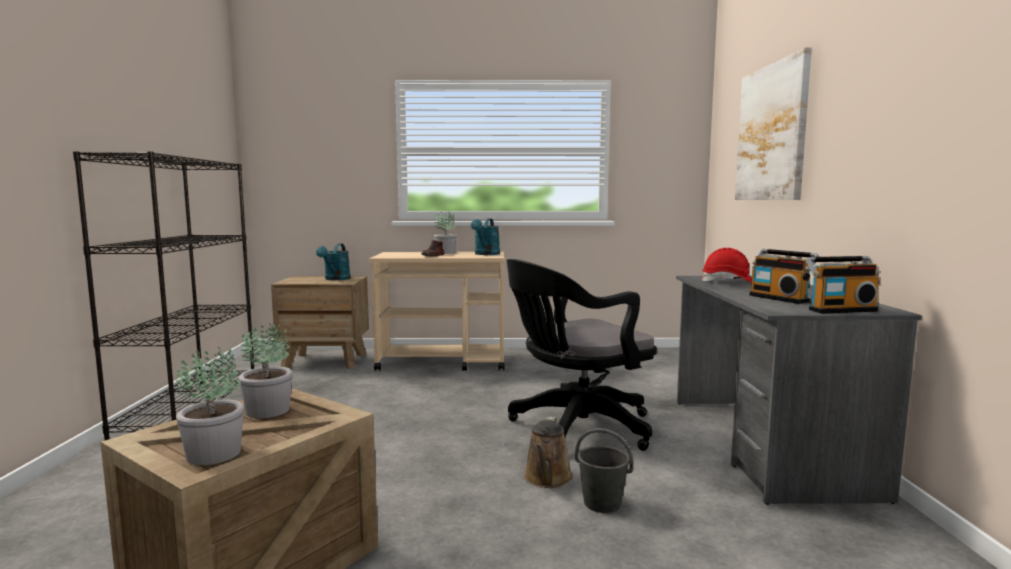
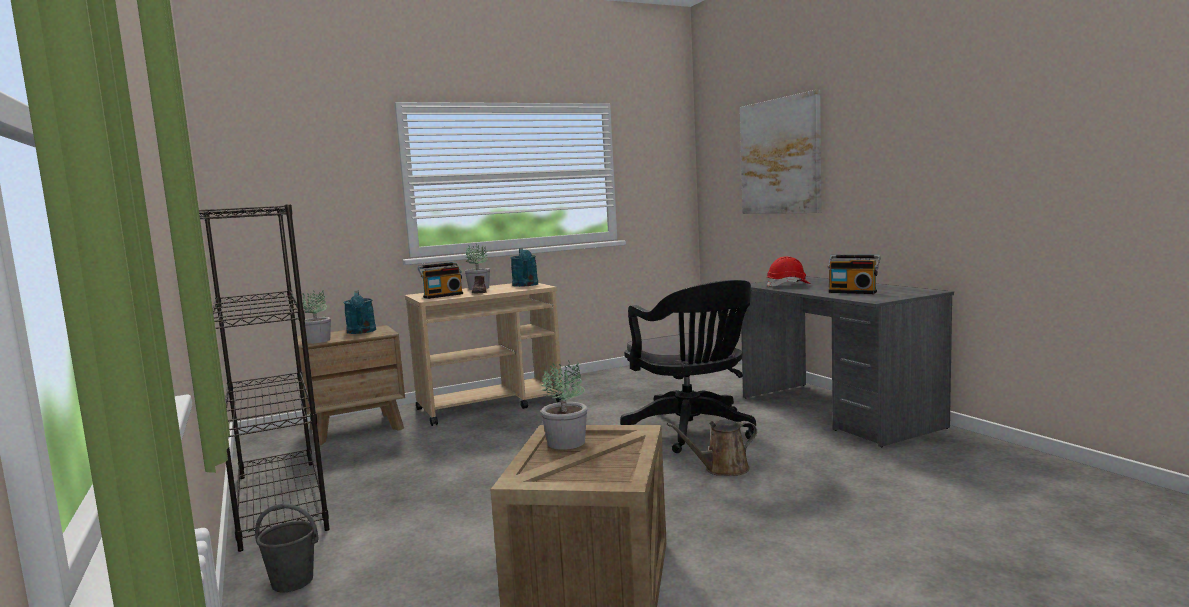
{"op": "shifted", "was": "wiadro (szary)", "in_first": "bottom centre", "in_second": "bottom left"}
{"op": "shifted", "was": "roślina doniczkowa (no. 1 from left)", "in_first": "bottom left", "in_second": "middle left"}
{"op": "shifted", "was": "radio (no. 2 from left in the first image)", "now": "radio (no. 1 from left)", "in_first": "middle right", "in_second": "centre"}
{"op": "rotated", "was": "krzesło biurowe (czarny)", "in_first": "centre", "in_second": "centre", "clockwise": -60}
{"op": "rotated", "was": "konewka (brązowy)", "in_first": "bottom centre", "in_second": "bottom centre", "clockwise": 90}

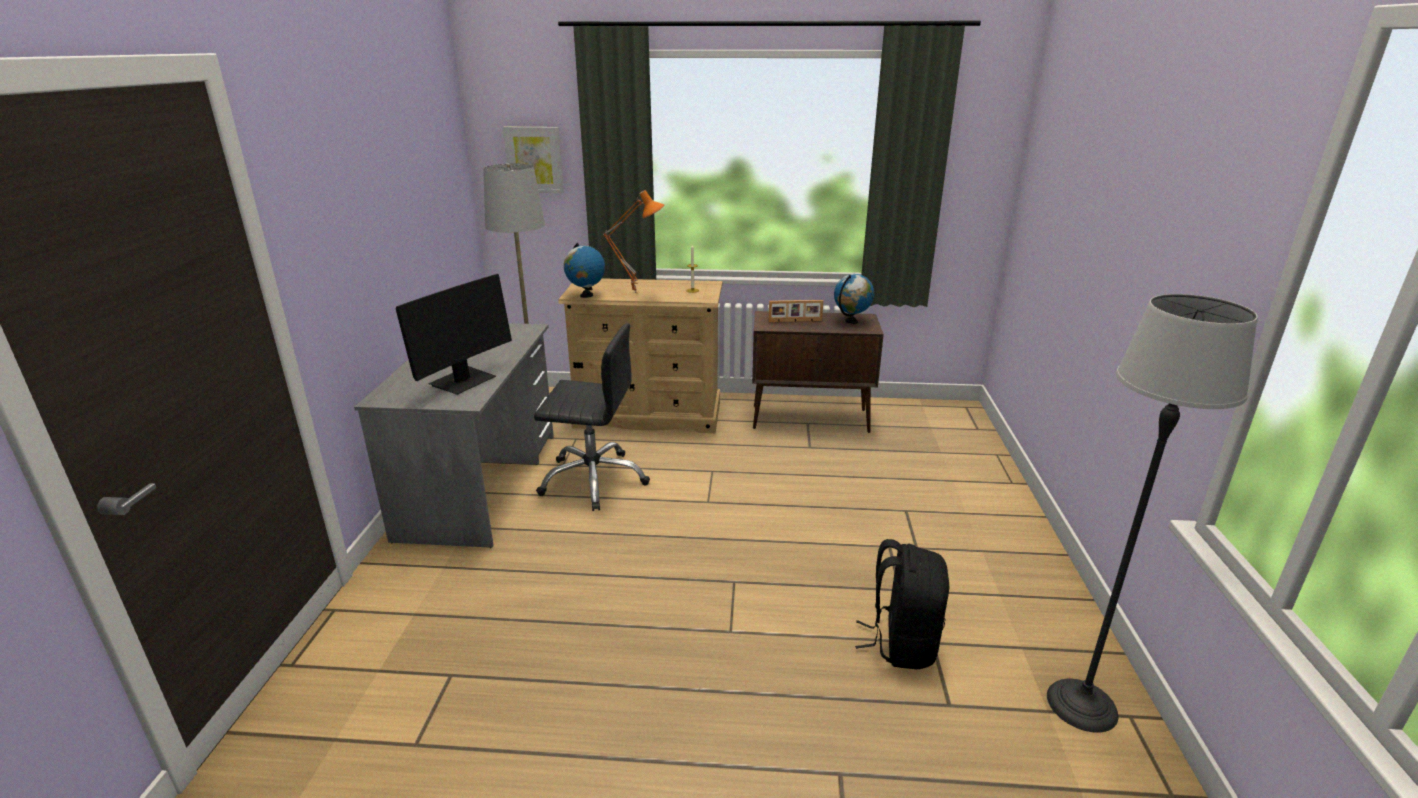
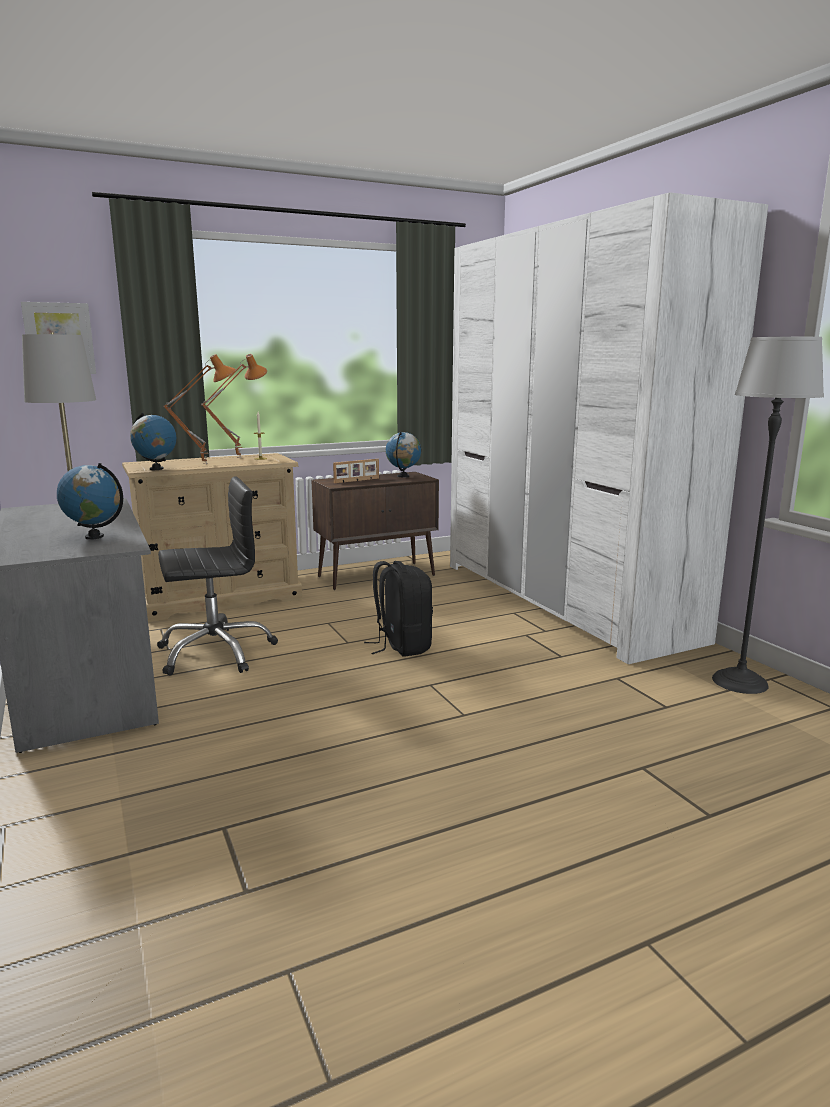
{"op": "swapped", "was": "monitor", "now": "globus (no. 1 from left)", "in_first": "middle left", "in_second": "middle left"}
{"op": "new", "now": "lampa stołowa (pomarańczowy) (no. 2 from left)", "in_second": "middle left"}
{"op": "shifted", "was": "plecak (czarny)", "in_first": "bottom centre", "in_second": "centre"}
{"op": "new", "now": "szafa (biały)", "in_second": "middle right"}

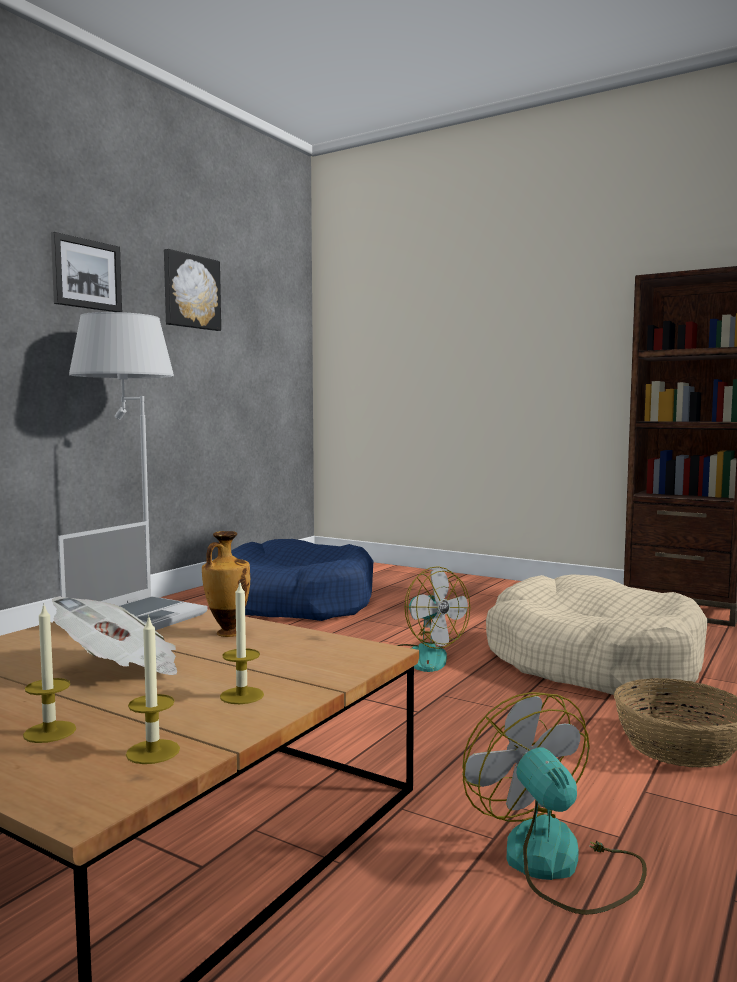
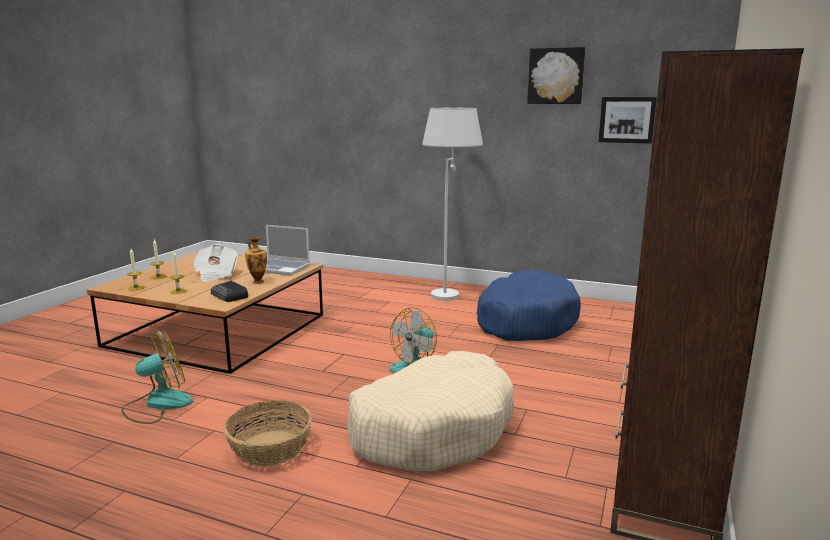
{"op": "new", "now": "radio", "in_second": "middle left"}
{"op": "shifted", "was": "obraz (no. 1 from left in the first image)", "now": "obraz (no. 2 from left)", "in_first": "top left", "in_second": "top right"}

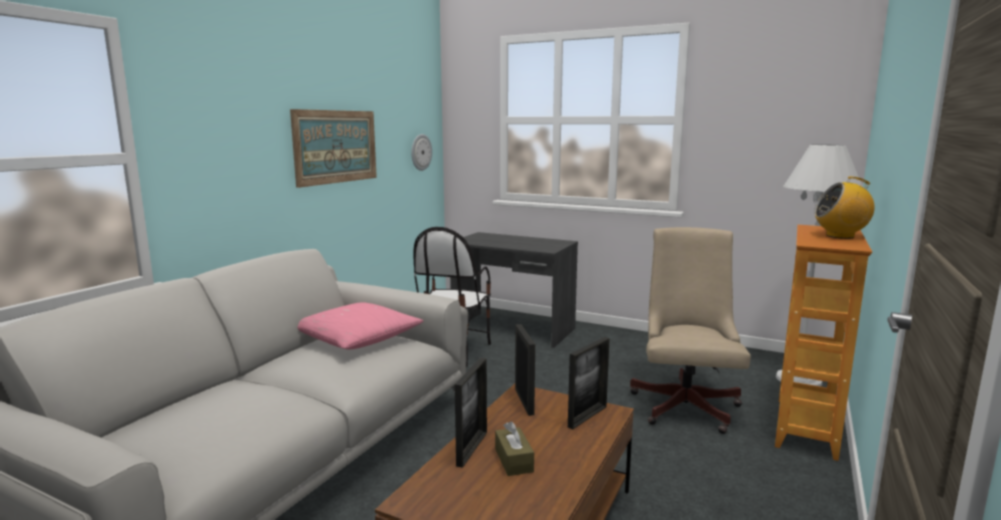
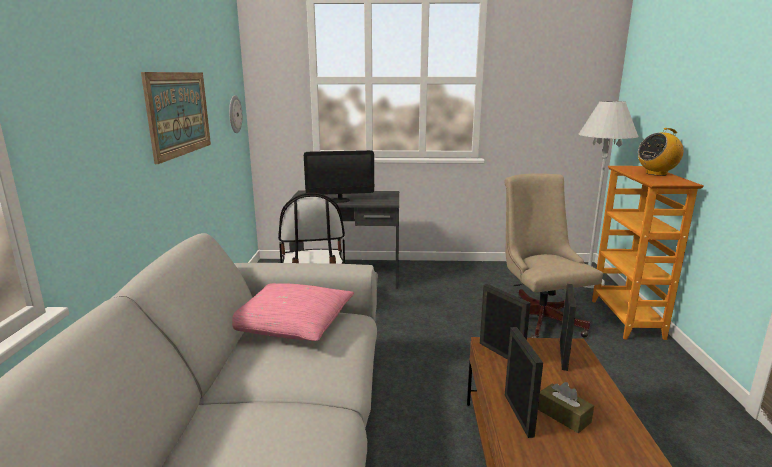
{"op": "new", "now": "monitor", "in_second": "centre"}

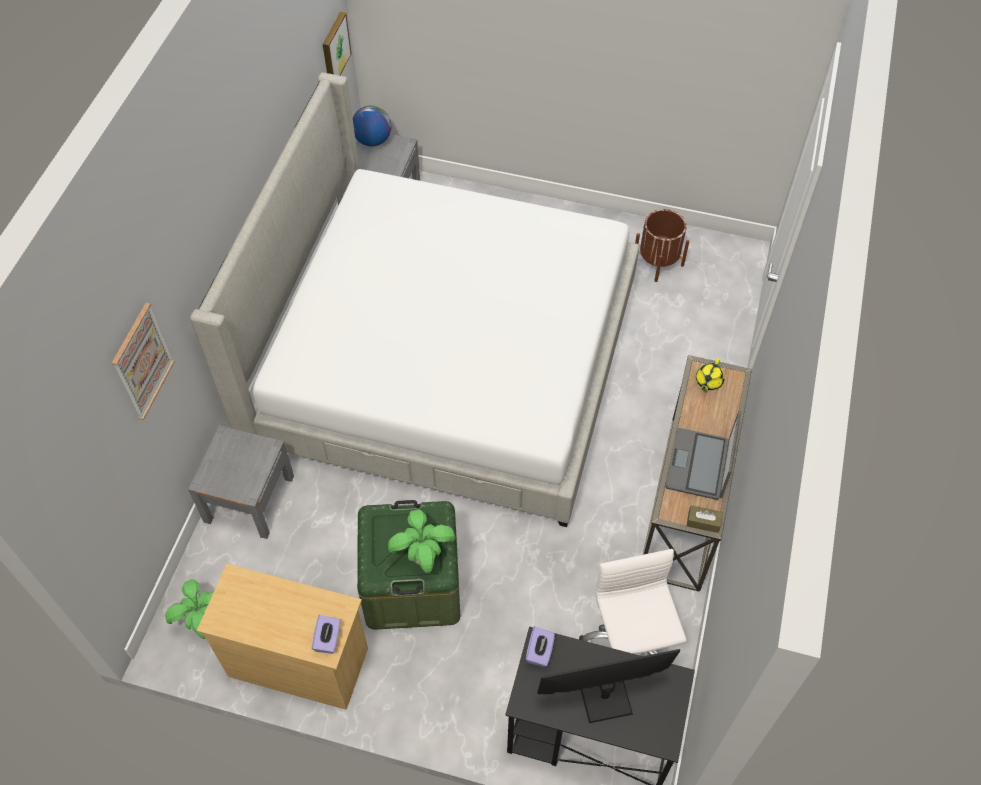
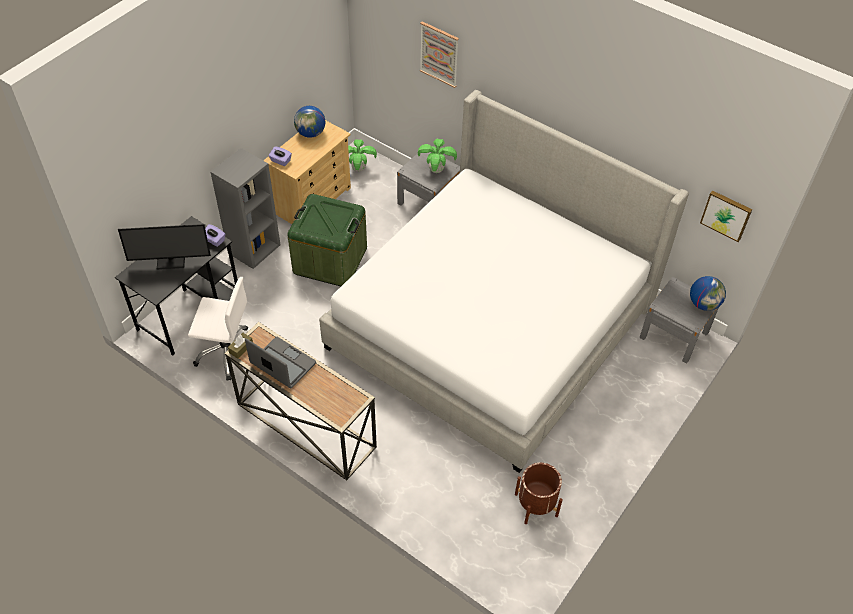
{"op": "rotated", "was": "monitor", "in_first": "bottom centre", "in_second": "middle left", "clockwise": 75}
{"op": "new", "now": "regał (szary)", "in_second": "middle left"}
{"op": "new", "now": "globus (no. 1 from left)", "in_second": "top centre"}
{"op": "shifted", "was": "roślina doniczkowa (no. 2 from left)", "in_first": "bottom centre", "in_second": "top centre"}
{"op": "gone", "was": "imbryk (żółty)", "in_first": "middle right"}

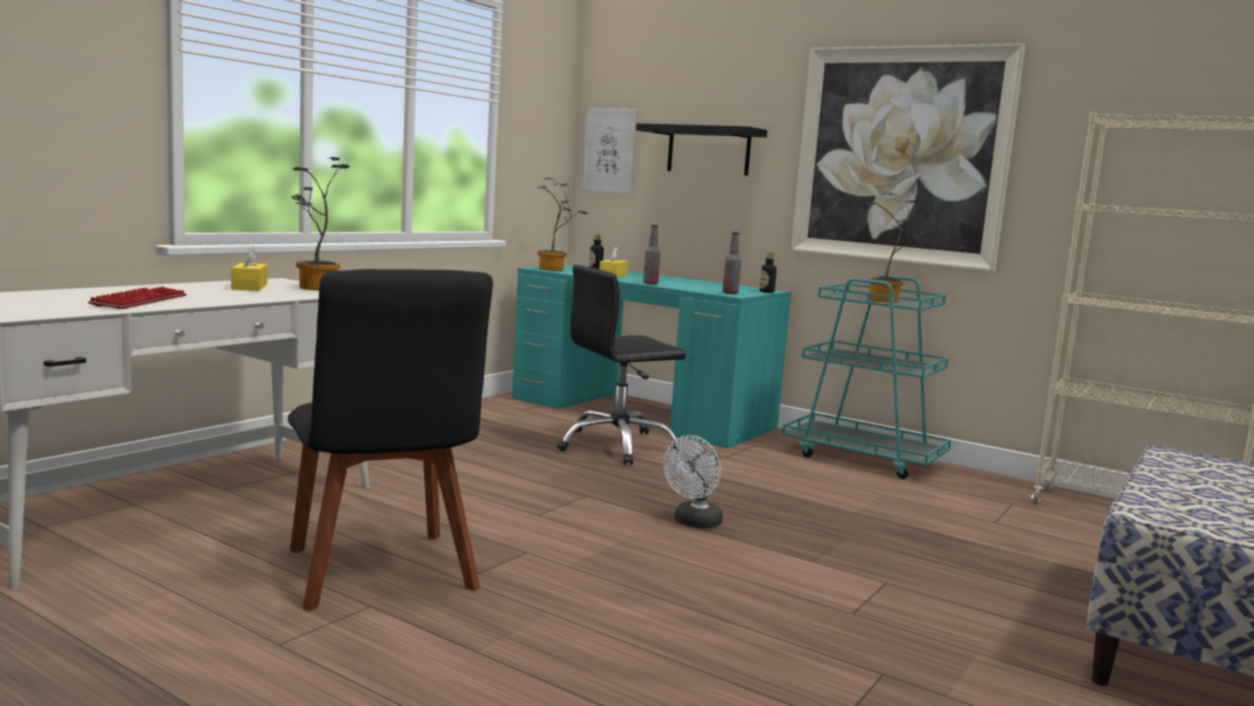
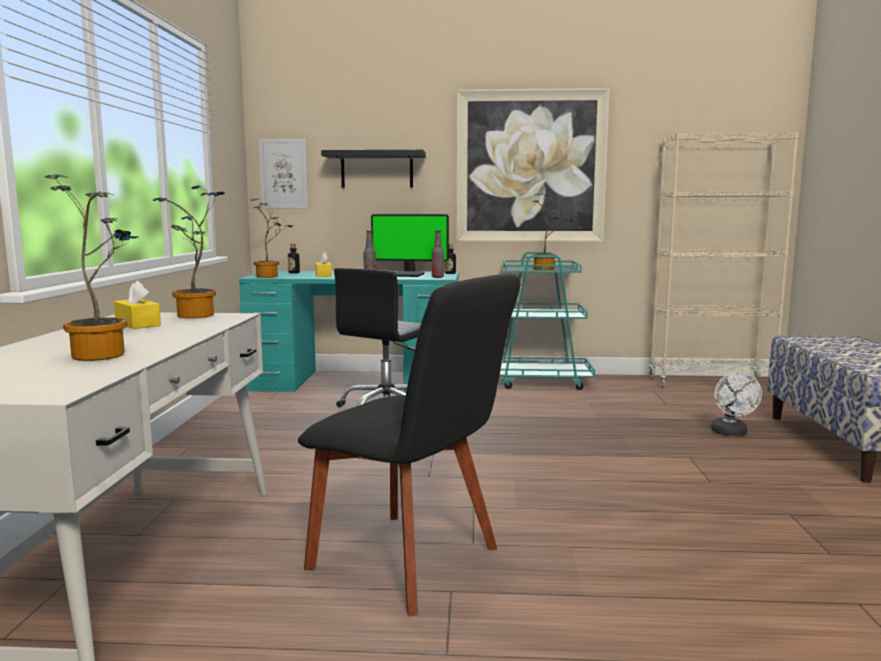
{"op": "swapped", "was": "klawiatura", "now": "roślina doniczkowa (no. 1 from left)", "in_first": "middle left", "in_second": "middle left"}
{"op": "new", "now": "monitor", "in_second": "centre"}
{"op": "shifted", "was": "wentylator (biały)", "in_first": "bottom centre", "in_second": "middle right"}

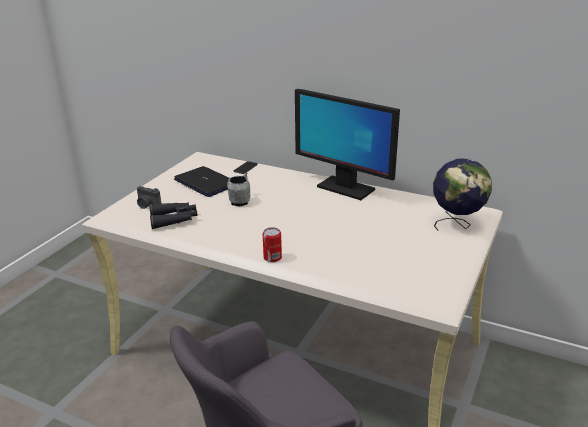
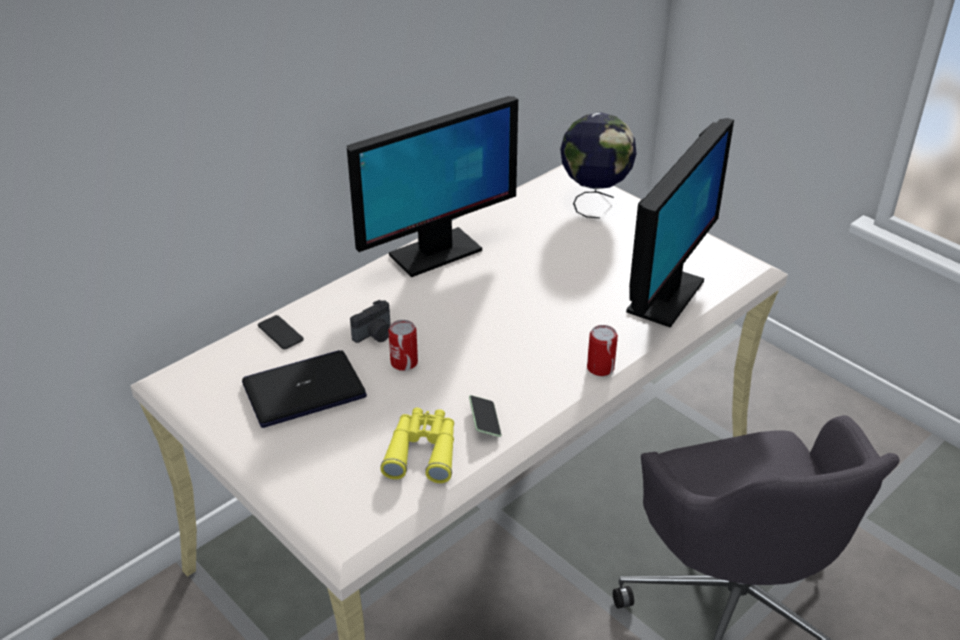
{"op": "shifted", "was": "aparat fotograficzny", "in_first": "middle left", "in_second": "centre"}
{"op": "repainted", "was": "lornetka (czarny)", "now": "lornetka (żółty)", "in_first": "middle left", "in_second": "bottom centre"}
{"op": "swapped", "was": "kubek (szary)", "now": "puszka (no. 1 from left)", "in_first": "centre", "in_second": "centre"}
{"op": "new", "now": "telefon (no. 2 from left)", "in_second": "centre"}
{"op": "new", "now": "monitor (no. 2 from left)", "in_second": "middle right"}

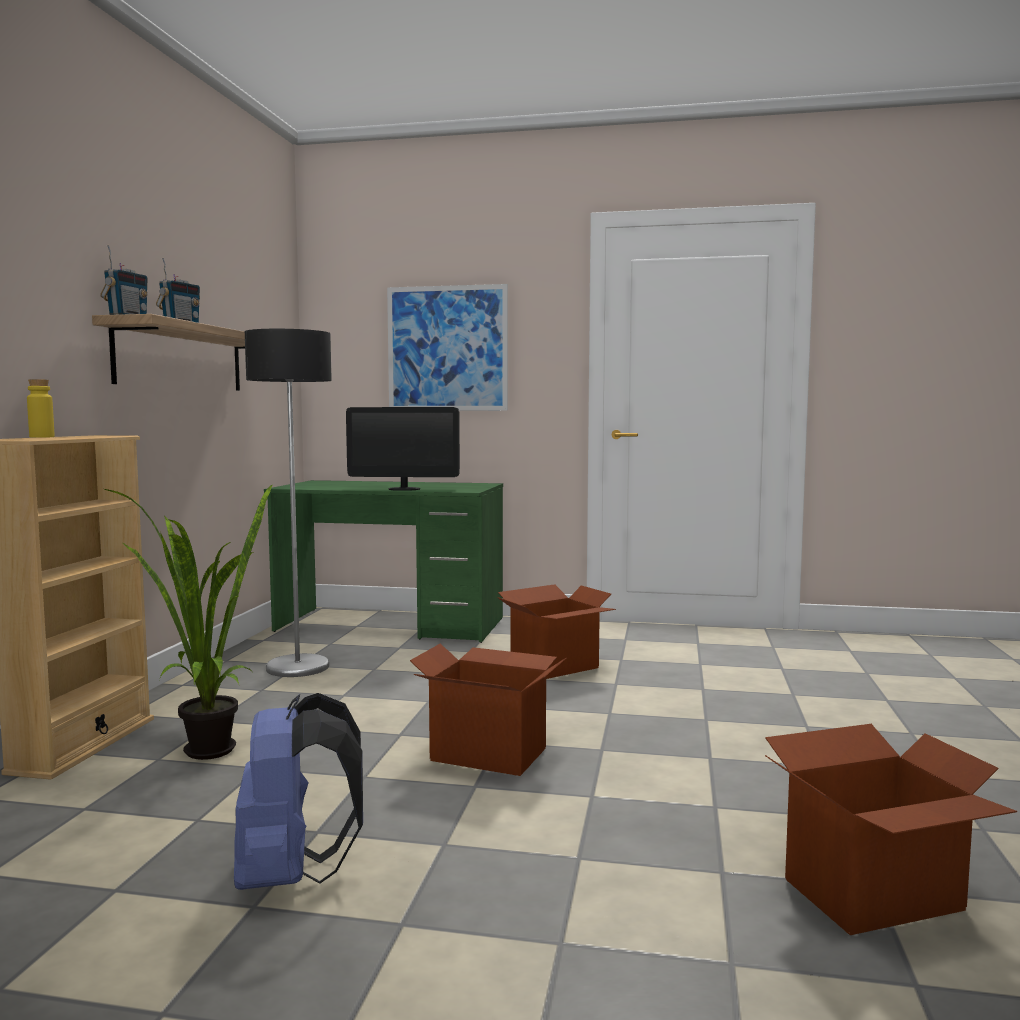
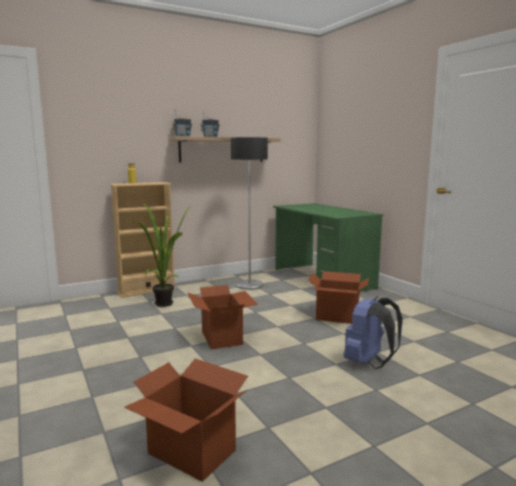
{"op": "shifted", "was": "plecak (niebieski)", "in_first": "bottom left", "in_second": "bottom right"}
{"op": "gone", "was": "monitor", "in_first": "centre"}
{"op": "gone", "was": "obraz", "in_first": "centre"}

